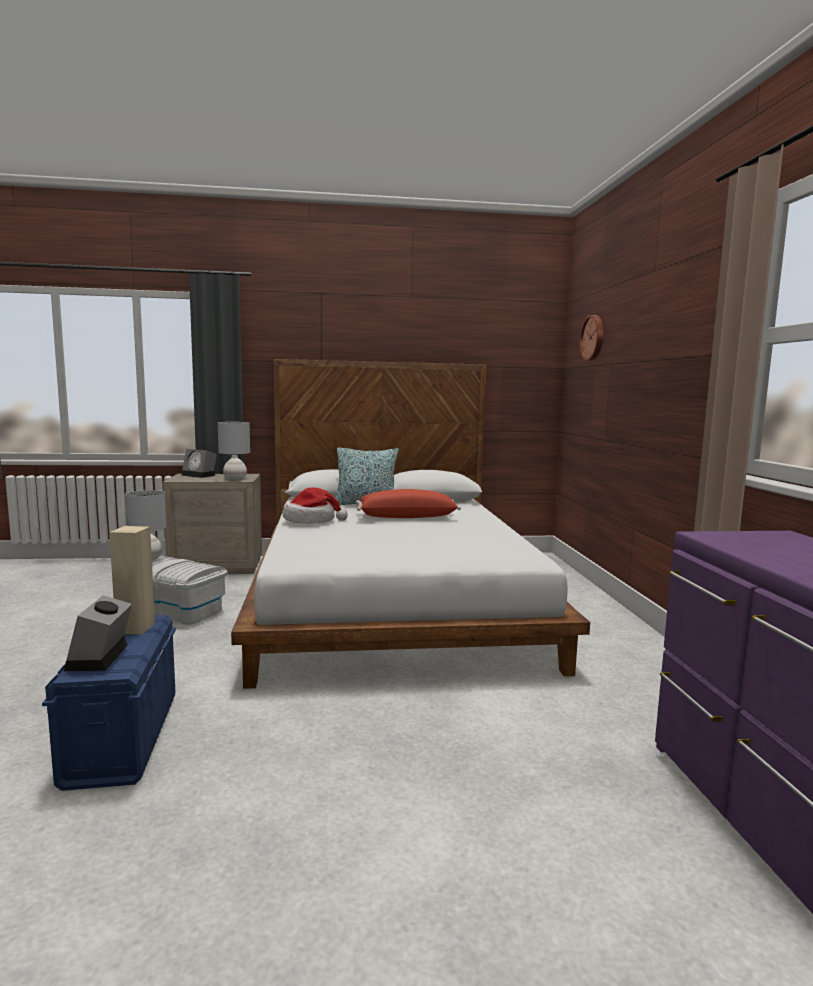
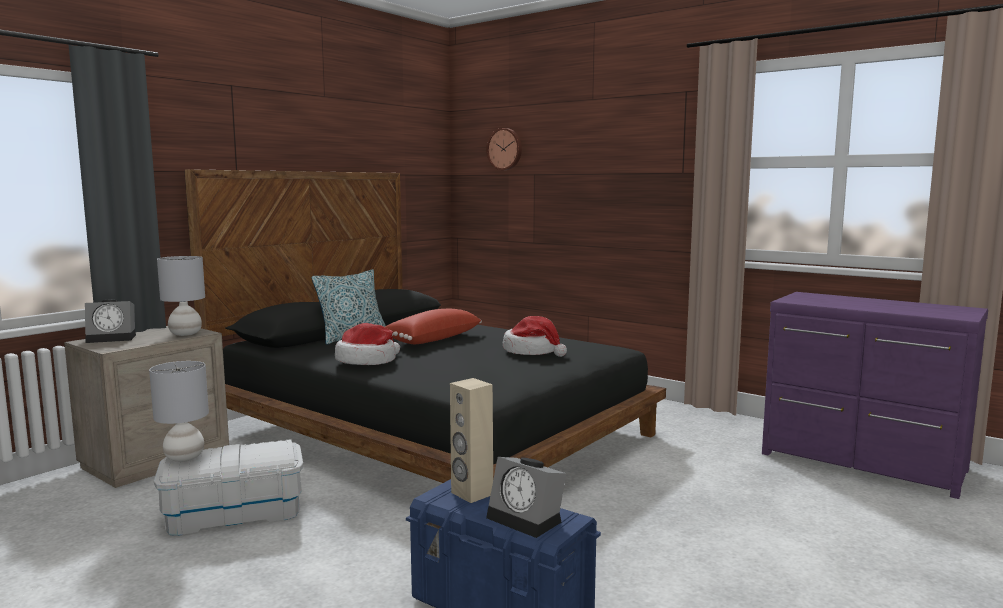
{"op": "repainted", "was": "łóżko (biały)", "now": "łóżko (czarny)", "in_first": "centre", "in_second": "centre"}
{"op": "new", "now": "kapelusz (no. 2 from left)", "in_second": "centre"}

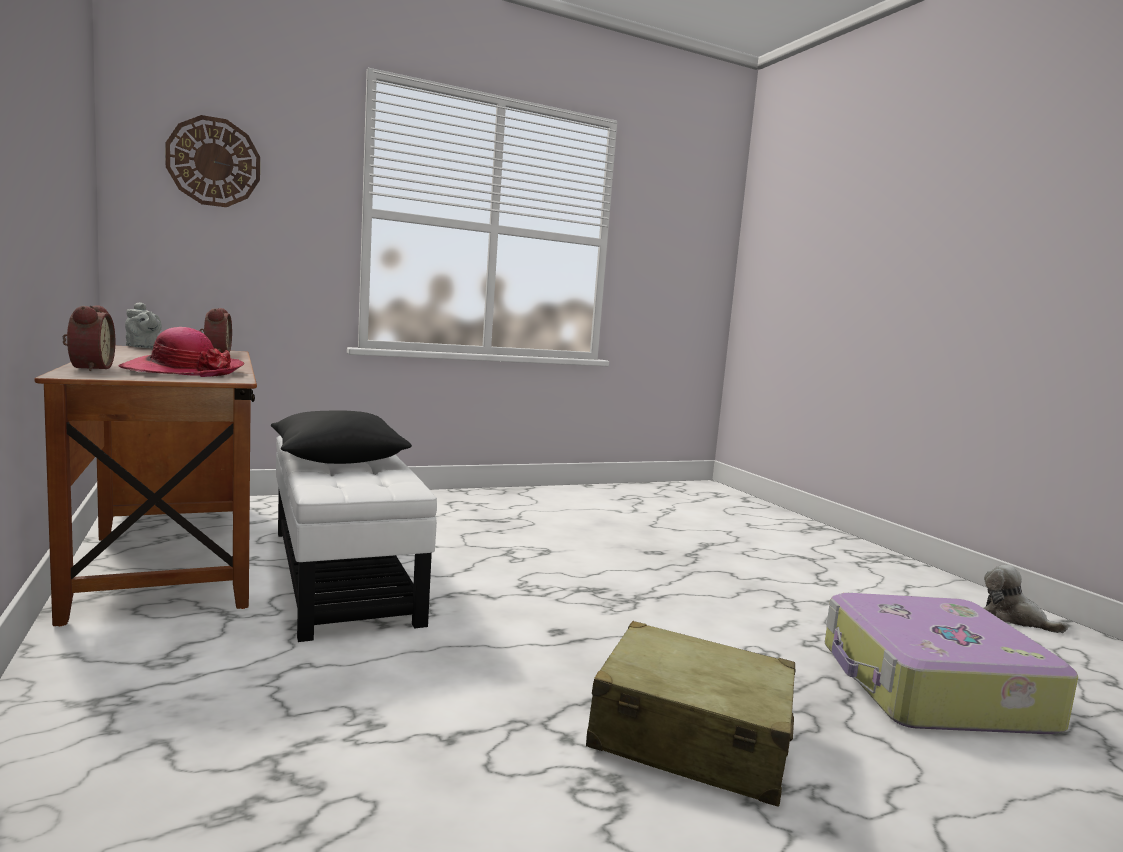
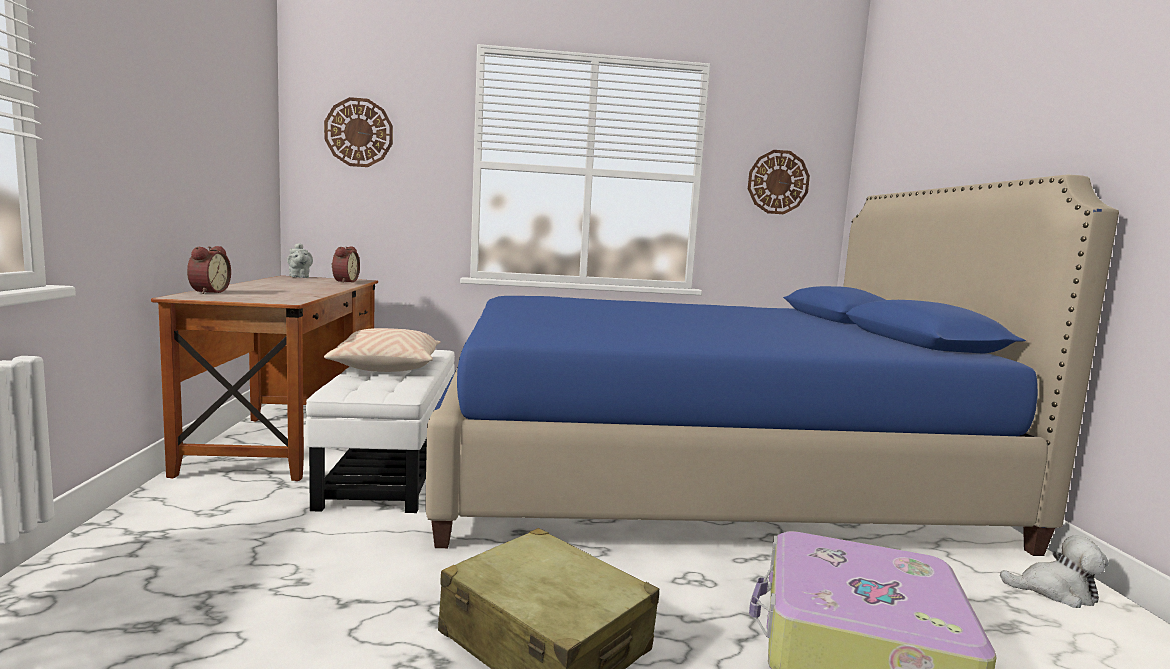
{"op": "repainted", "was": "poduszka (czarny)", "now": "poduszka (beżowy)", "in_first": "middle left", "in_second": "middle left"}
{"op": "new", "now": "łóżko (niebieski)", "in_second": "centre"}
{"op": "new", "now": "zegar ścienny (no. 2 from left)", "in_second": "top centre"}
{"op": "rotated", "was": "pluszak", "in_first": "bottom right", "in_second": "bottom right", "clockwise": 120}
{"op": "gone", "was": "kapelusz", "in_first": "middle left"}

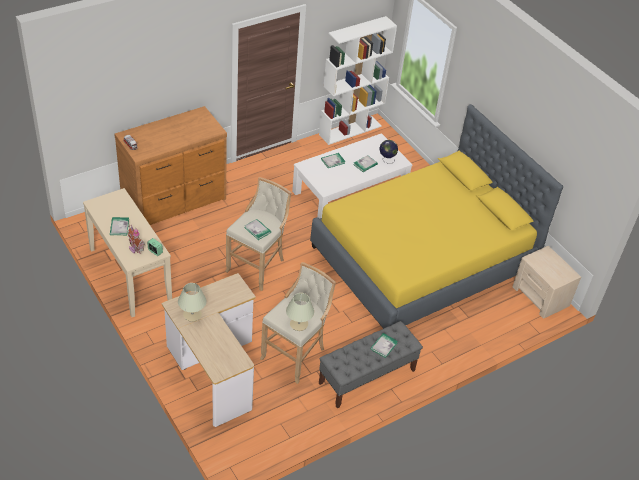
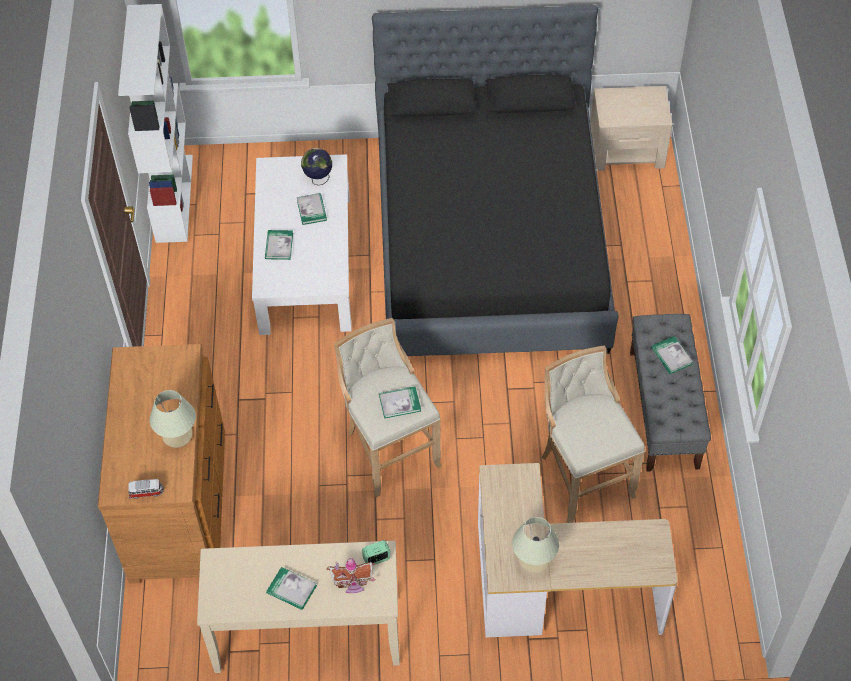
{"op": "shifted", "was": "lampa stołowa (beżowy) (no. 2 from left in the first image)", "now": "lampa stołowa (beżowy) (no. 1 from left)", "in_first": "centre", "in_second": "middle left"}
{"op": "repainted", "was": "łóżko (żółty)", "now": "łóżko (czarny)", "in_first": "middle right", "in_second": "top centre"}

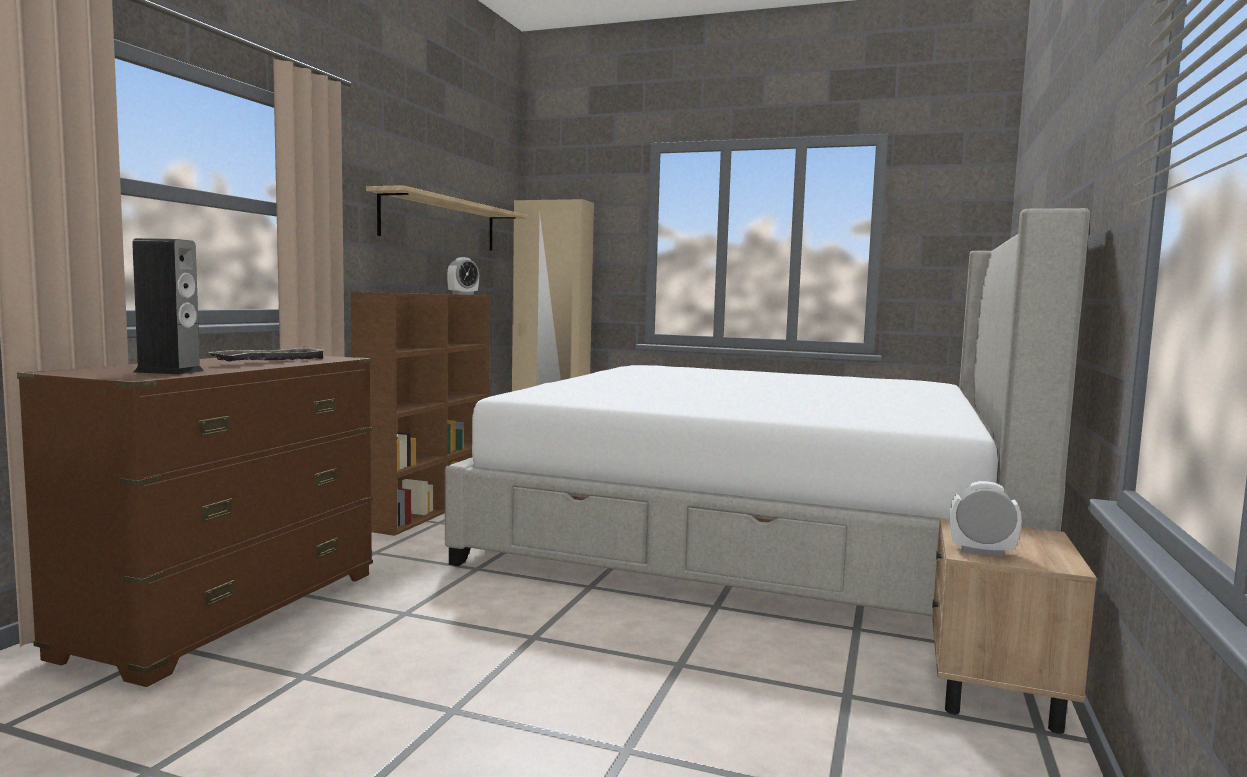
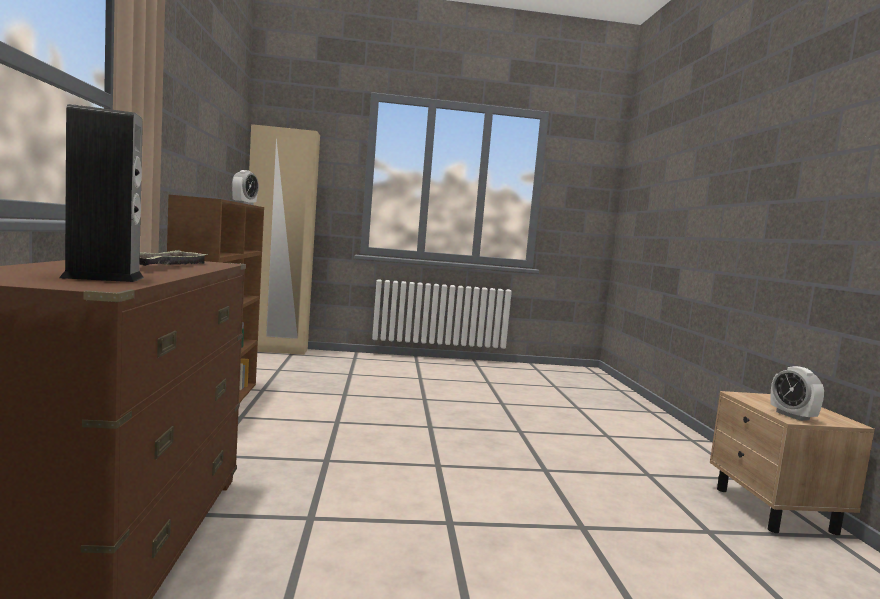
{"op": "rotated", "was": "budzik (no. 2 from left)", "in_first": "bottom right", "in_second": "middle right", "clockwise": -105}
{"op": "gone", "was": "półka", "in_first": "top centre"}
{"op": "gone", "was": "łóżko", "in_first": "centre"}

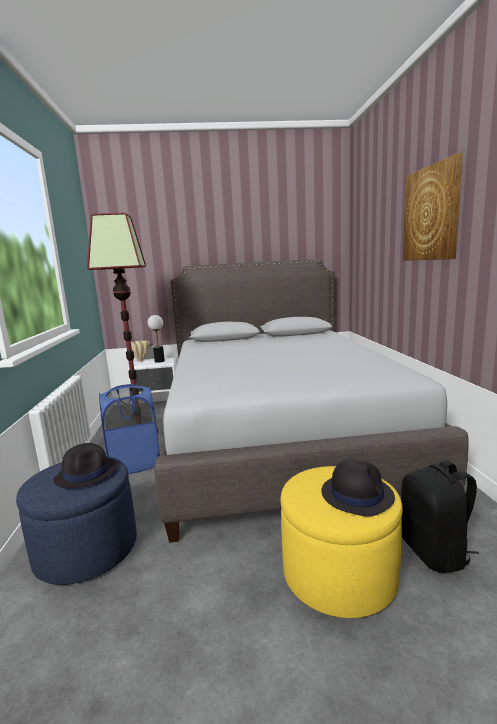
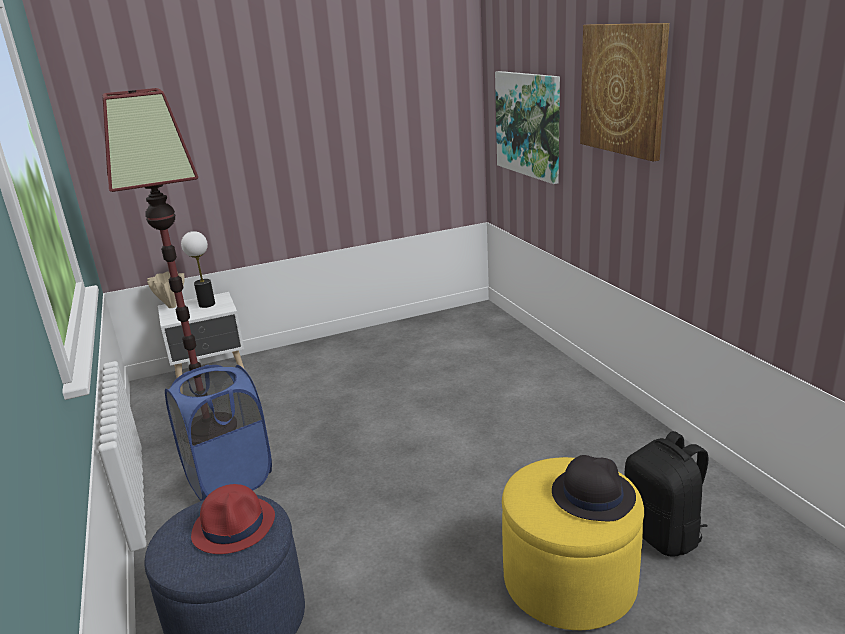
{"op": "repainted", "was": "kapelusz (czarny) (no. 1 from left)", "now": "kapelusz (czerwony)", "in_first": "middle left", "in_second": "bottom left"}
{"op": "new", "now": "obraz (no. 1 from left)", "in_second": "top centre"}
{"op": "gone", "was": "łóżko (szary)", "in_first": "centre"}

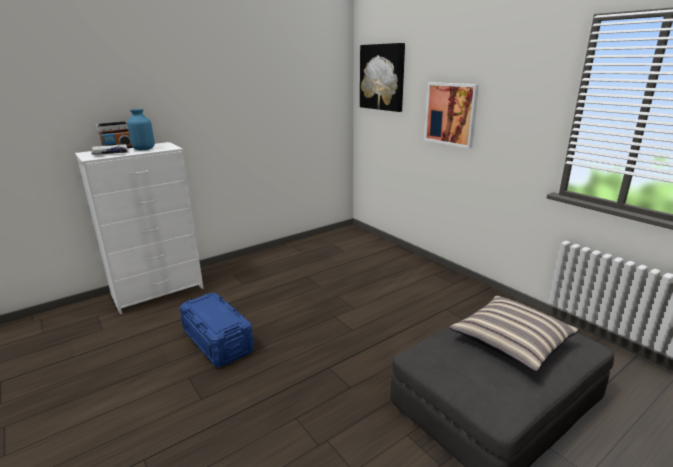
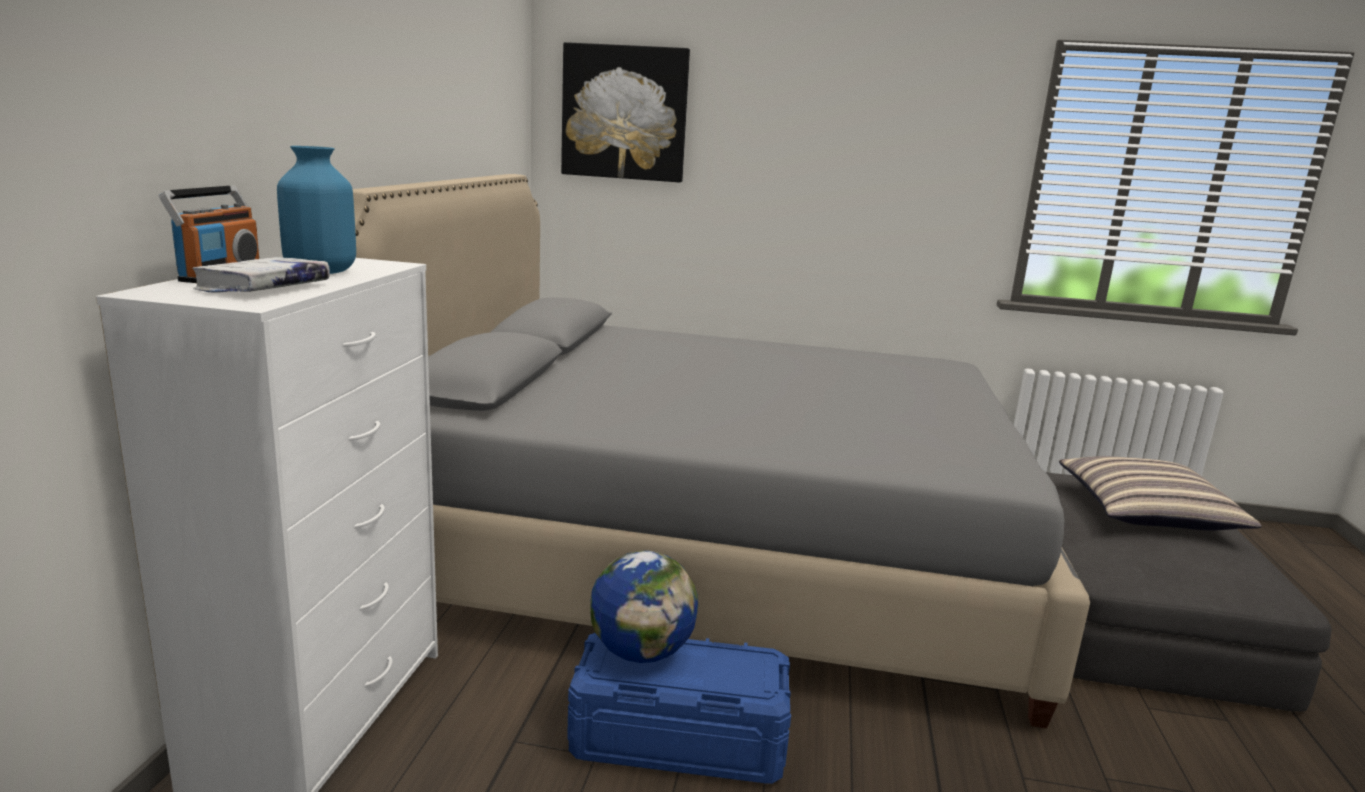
{"op": "new", "now": "łóżko (szary)", "in_second": "centre"}
{"op": "new", "now": "globus", "in_second": "bottom centre"}
{"op": "gone", "was": "obraz (no. 2 from left)", "in_first": "top right"}

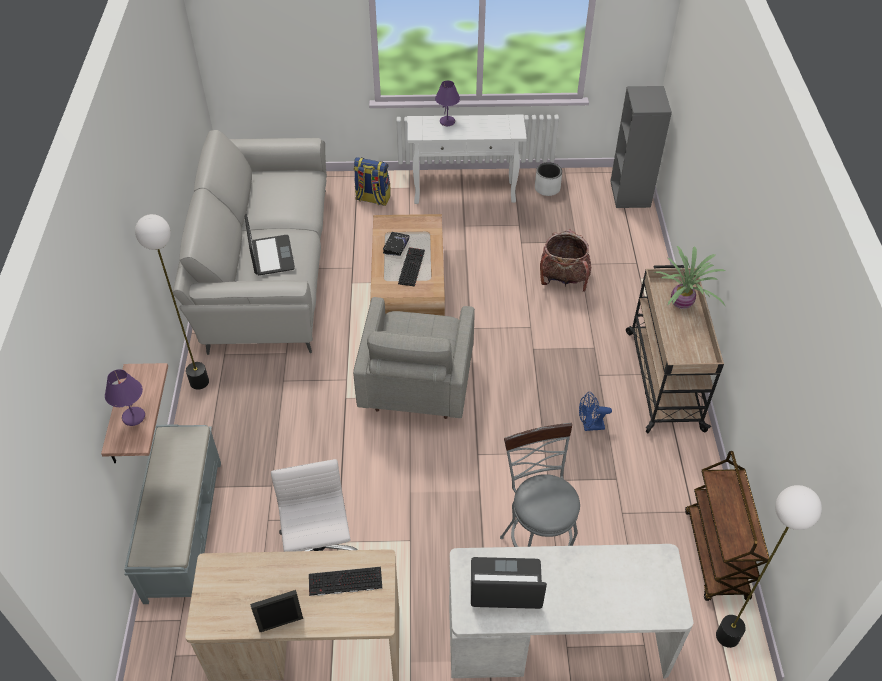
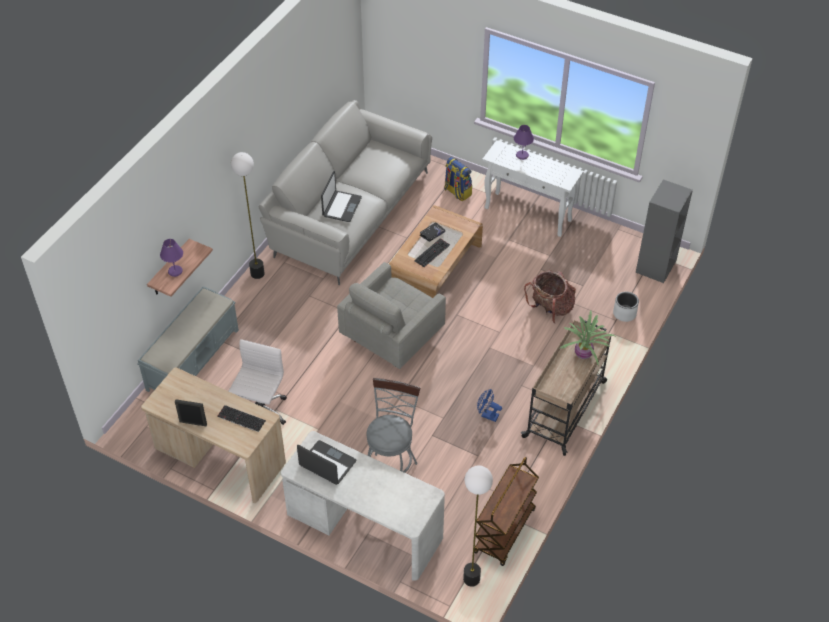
{"op": "shifted", "was": "donica (biały)", "in_first": "top centre", "in_second": "middle right"}

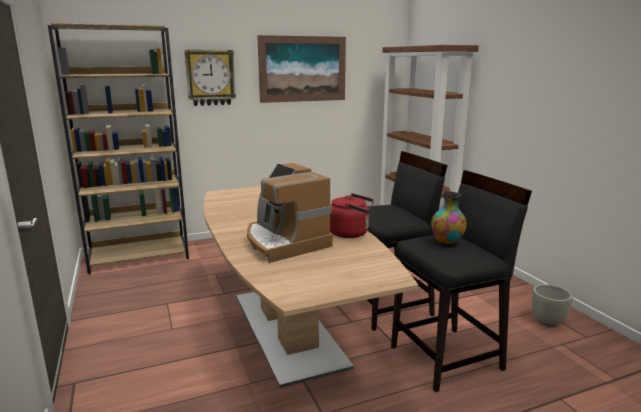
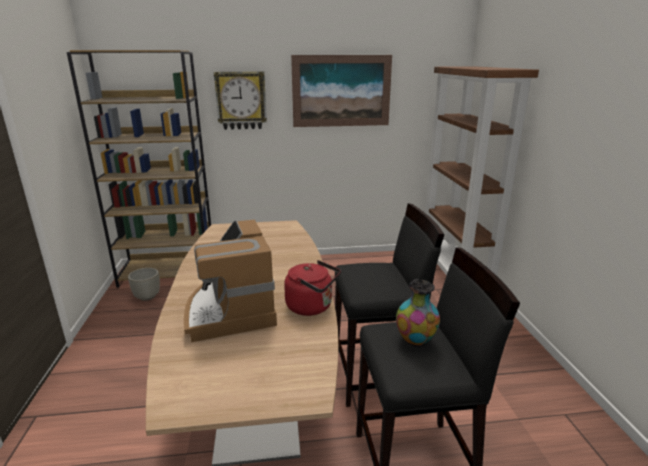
{"op": "shifted", "was": "donica (szary)", "in_first": "bottom right", "in_second": "middle left"}

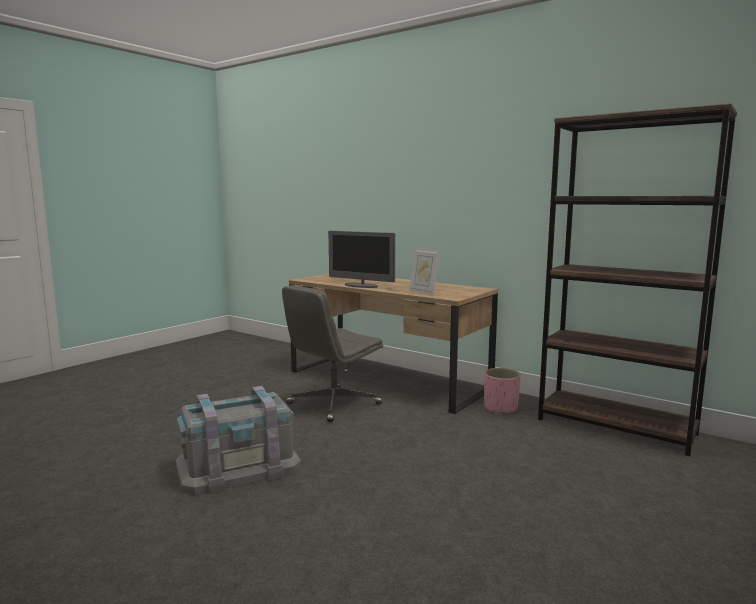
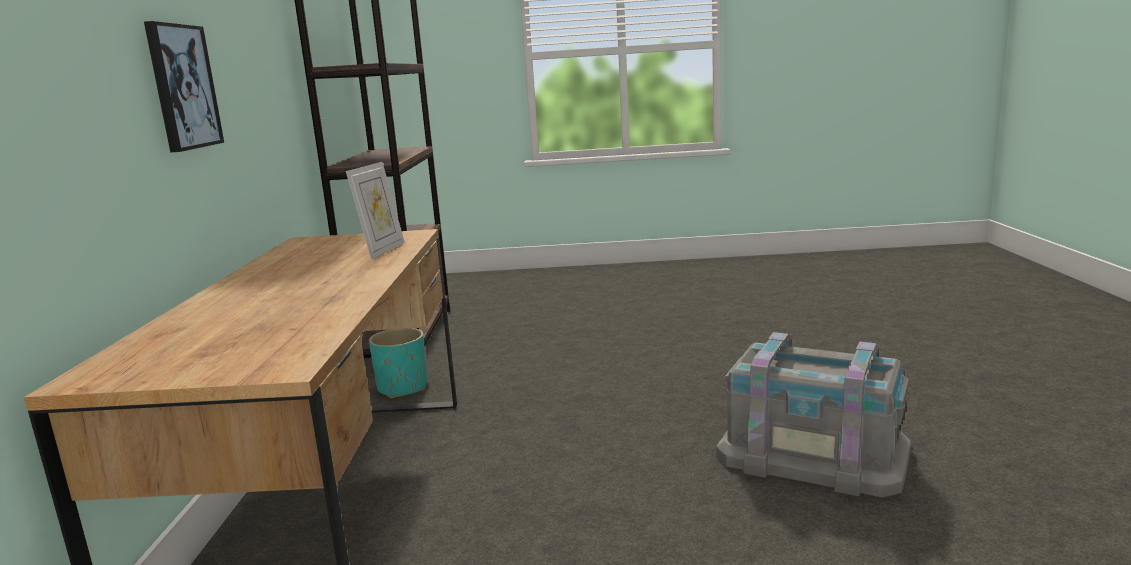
{"op": "new", "now": "obraz", "in_second": "top left"}
{"op": "repainted", "was": "donica (różowy)", "now": "donica (turkusowy)", "in_first": "centre", "in_second": "centre"}
{"op": "gone", "was": "krzesło biurowe (szary)", "in_first": "centre"}
{"op": "gone", "was": "monitor", "in_first": "centre"}

